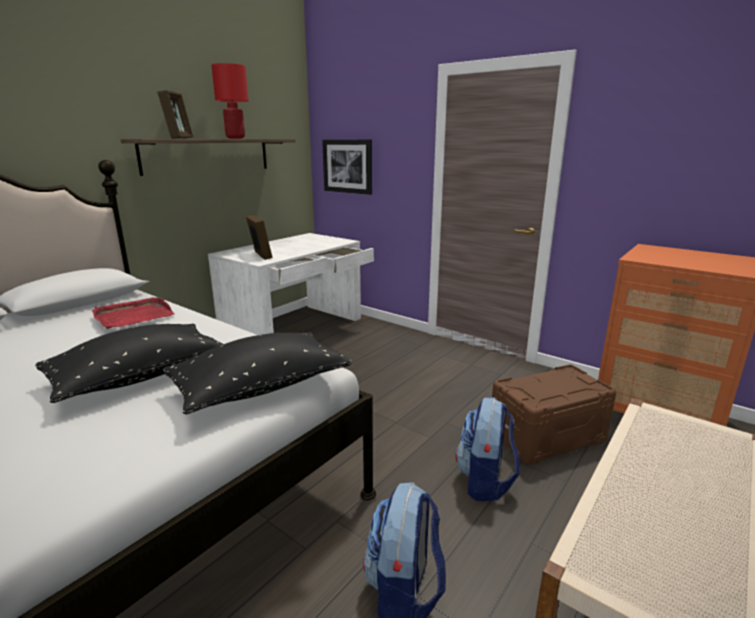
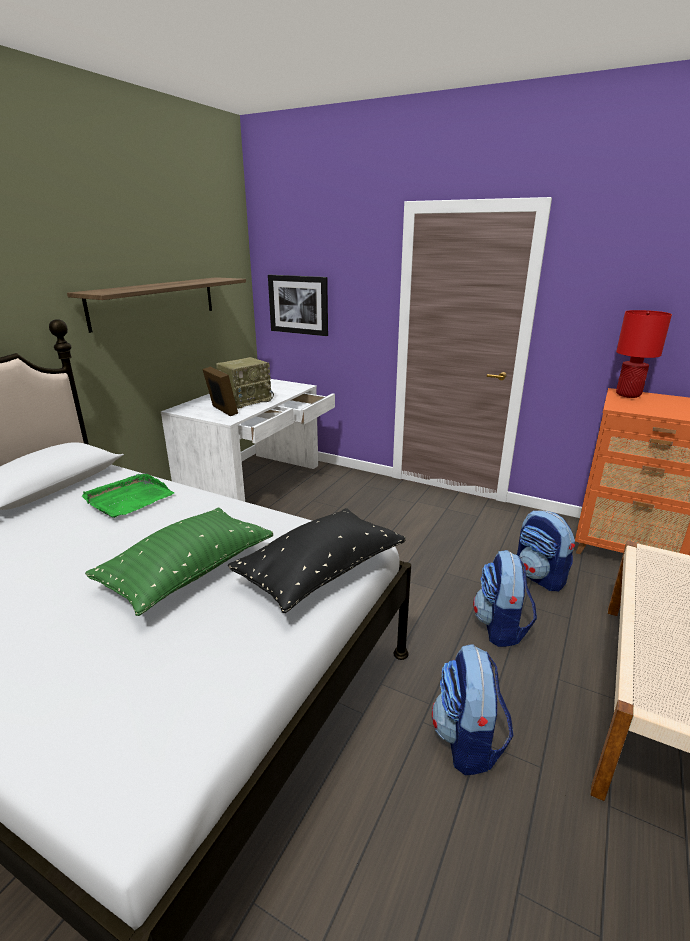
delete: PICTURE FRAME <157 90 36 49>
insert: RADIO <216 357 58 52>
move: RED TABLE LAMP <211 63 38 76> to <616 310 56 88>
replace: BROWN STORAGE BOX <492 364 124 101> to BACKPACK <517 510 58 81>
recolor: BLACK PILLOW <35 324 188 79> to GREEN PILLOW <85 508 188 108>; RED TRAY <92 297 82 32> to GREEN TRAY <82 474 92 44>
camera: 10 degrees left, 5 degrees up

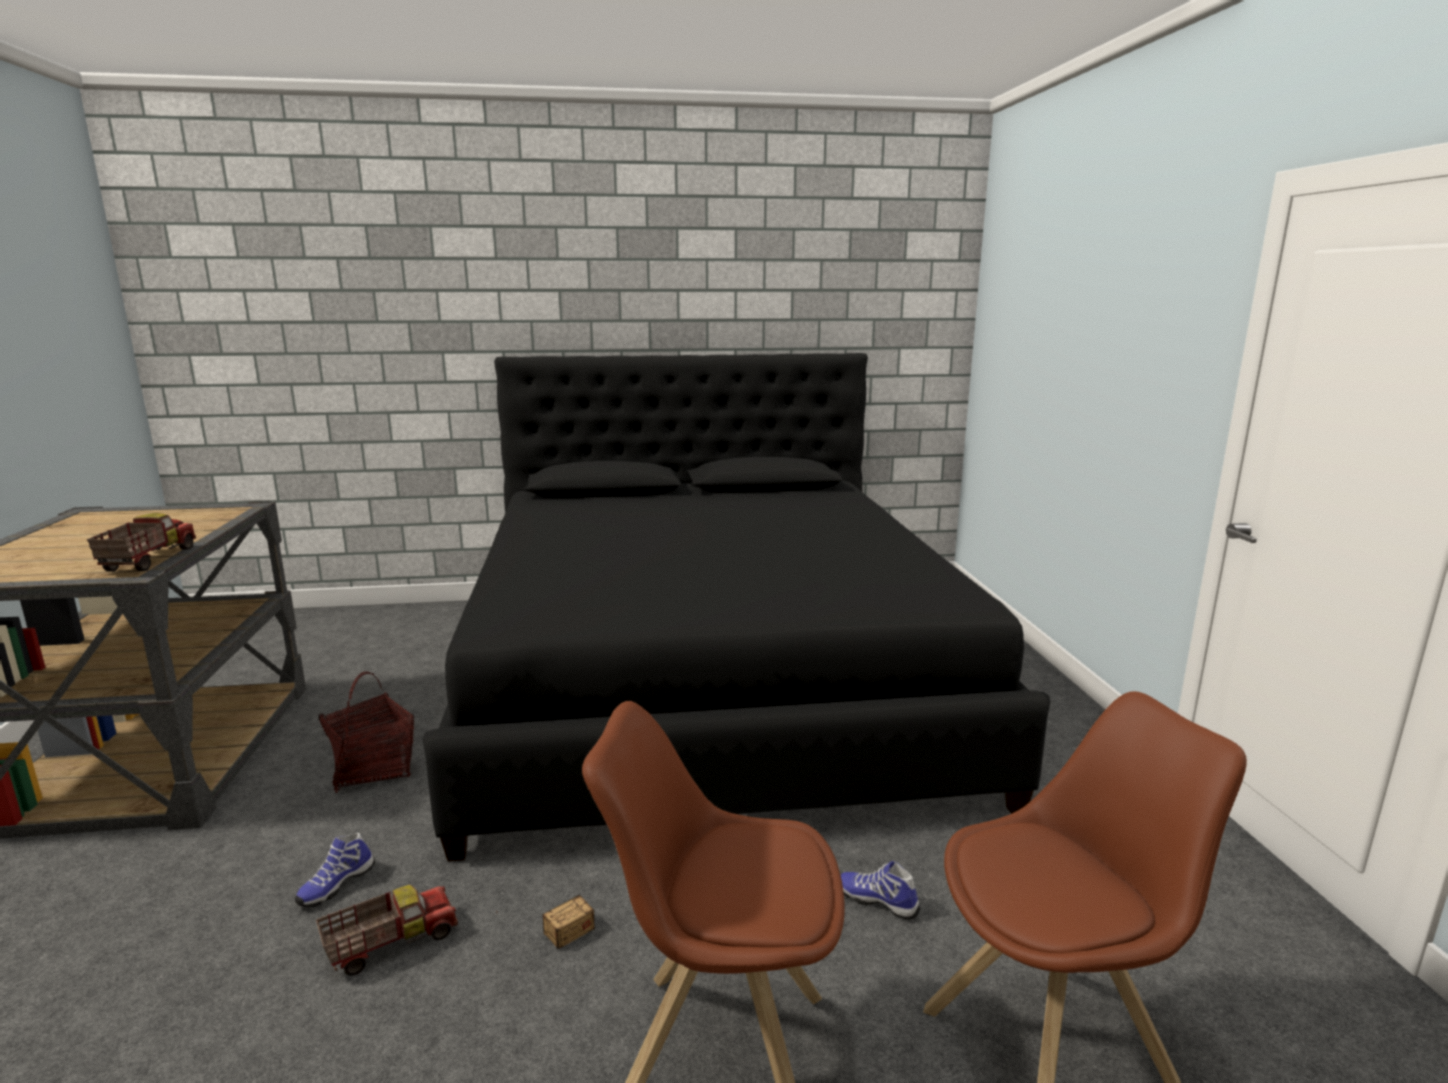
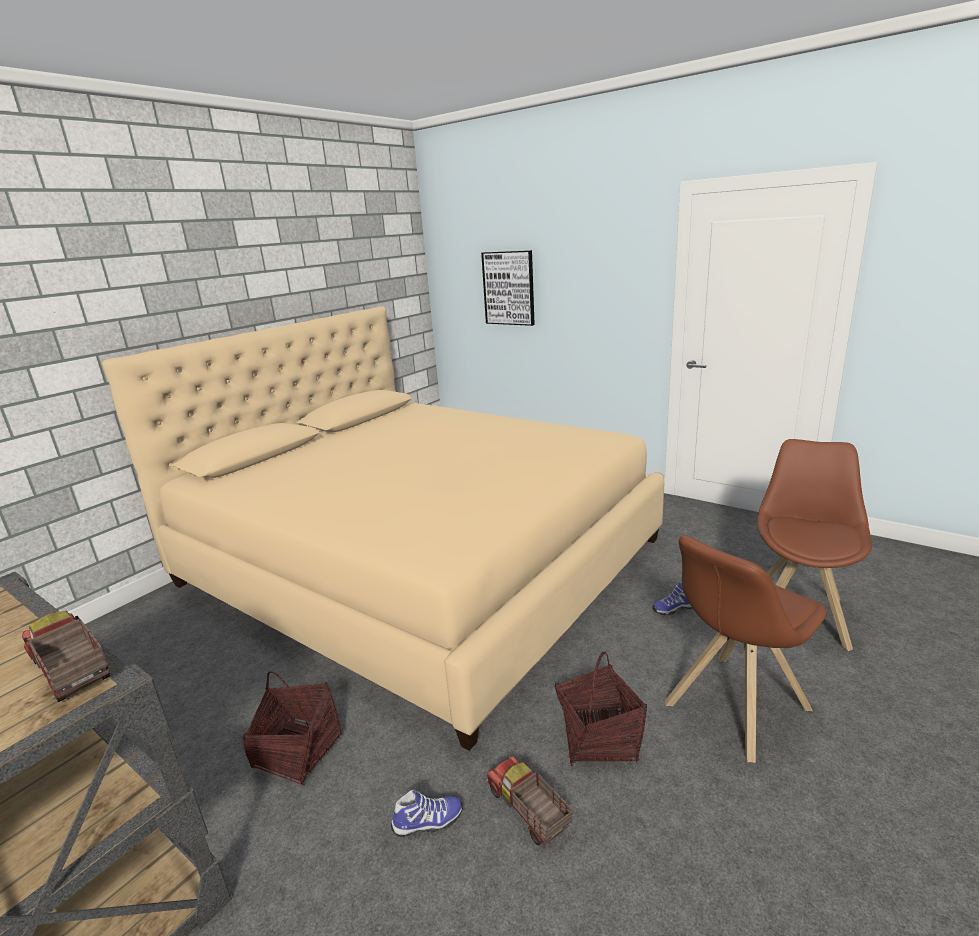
insert: PICTURE <481 250 54 76>
replace: STORAGE BOX <496 895 99 54> to BASKET <555 651 92 115>
recolor: BLACK BED <423 353 627 509> to BEIGE BED <102 306 562 445>
rotate: SHOE <295 833 80 74> = <391 789 72 48> 90 degrees counterclockwise; TOY TRUCK <316 885 142 91> = <487 755 86 90> 45 degrees counterclockwise
camera: 45 degrees left, 5 degrees up

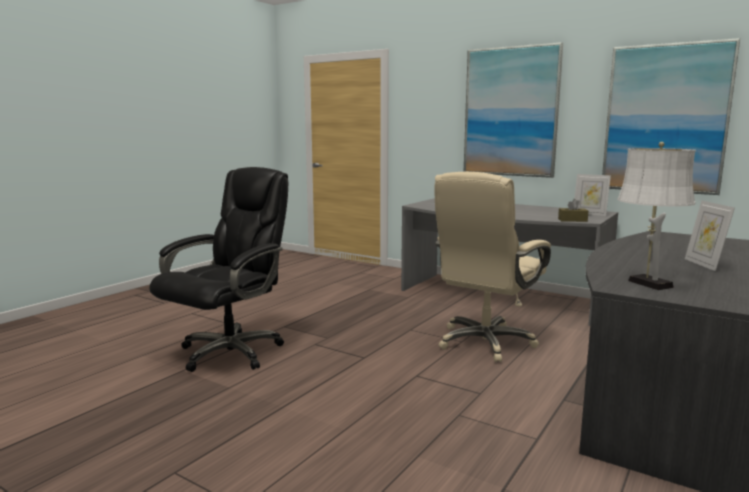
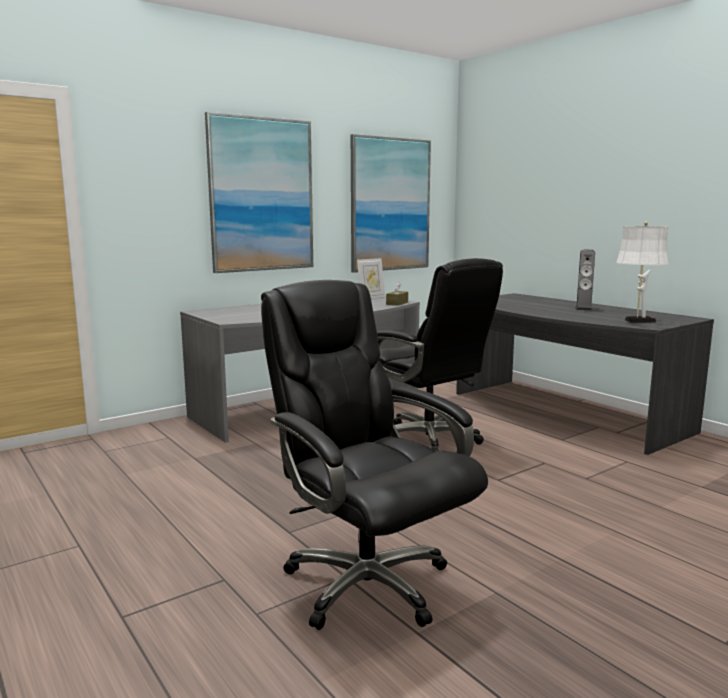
replace: PICTURE FRAME <685 200 50 71> to SPEAKER <575 250 20 61>
recolor: BEIGE OFFICE CHAIR <435 172 116 190> to BLACK OFFICE CHAIR <377 258 126 194>
camera: 70 degrees left, 0 degrees up

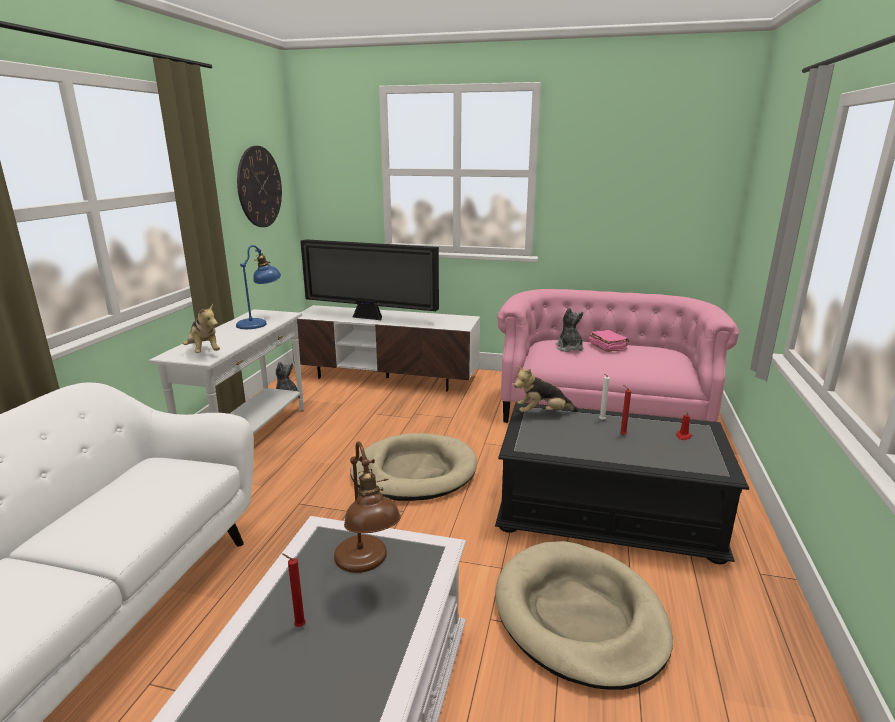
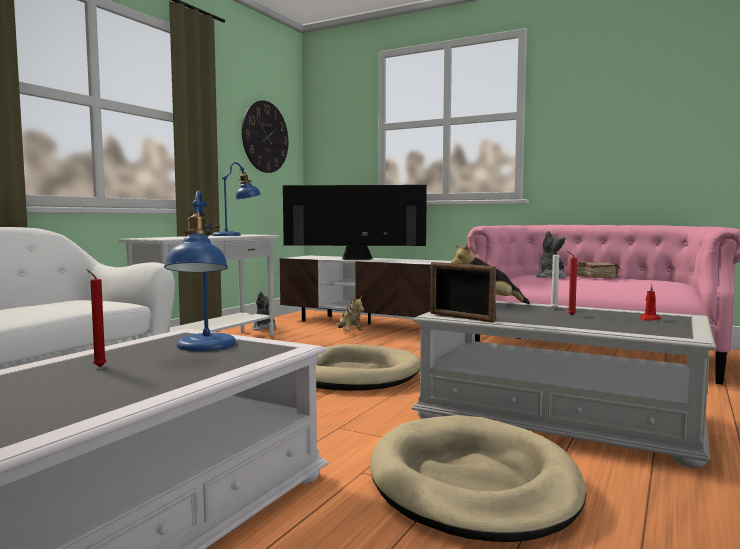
insert: PICTURE FRAME <430 262 66 61>
move: PLUSH TOY <183 304 37 49> to <336 296 28 35>
recolor: BROWN TABLE LAMP <334 441 67 132> to BLUE TABLE LAMP <164 190 72 161>; BLACK COFFEE TABLE <495 402 254 162> to WHITE COFFEE TABLE <411 301 305 167>; PINK BOOK <588 330 41 22> to BROWN BOOK <577 262 43 16>
rotate: TELEVISION <300 239 139 81> = <283 185 144 75> 150 degrees clockwise
camera: 15 degrees right, 15 degrees down

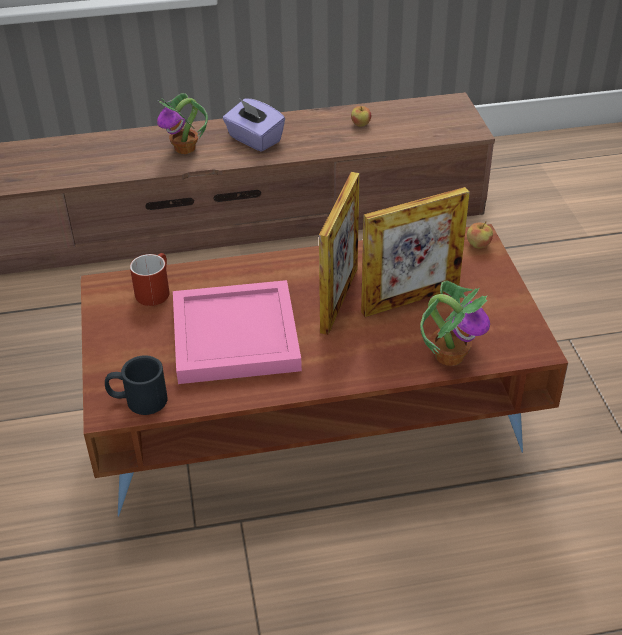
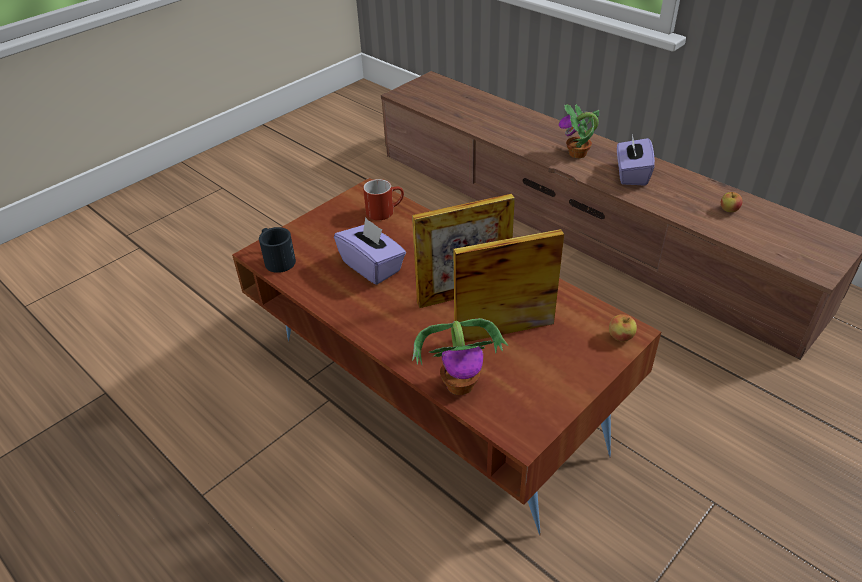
replace: PINK TRAY <173 280 129 104> to PURPLE TISSUE BOX <334 217 72 68>
rotate: PICTURE FRAME <361 187 109 130> = <453 229 111 113> 135 degrees clockwise
camera: 55 degrees right, 0 degrees up

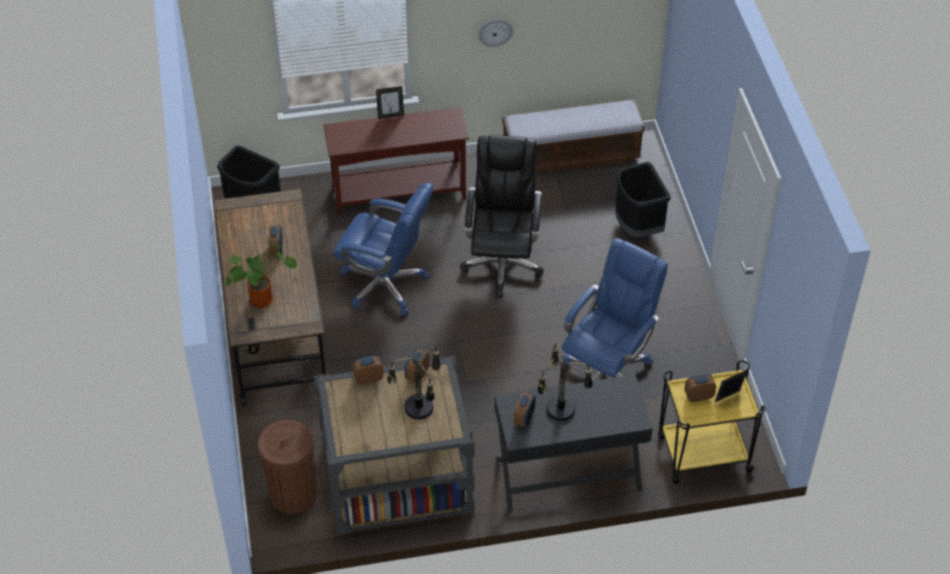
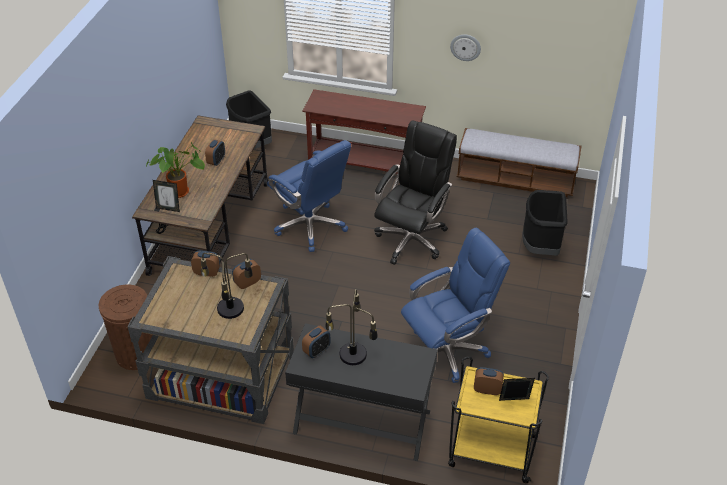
move: PICTURE FRAME <376 86 28 33> to <153 180 27 32>
camera: 25 degrees right, 5 degrees down

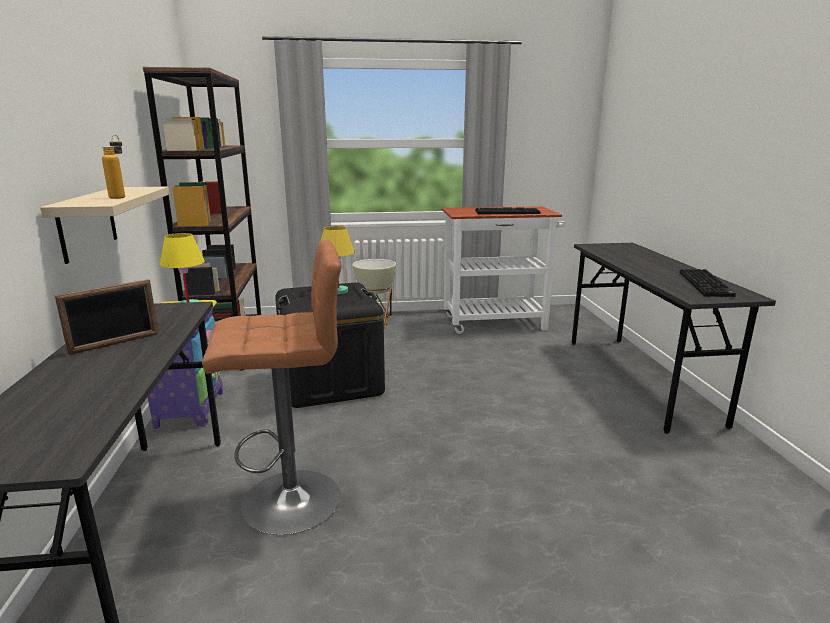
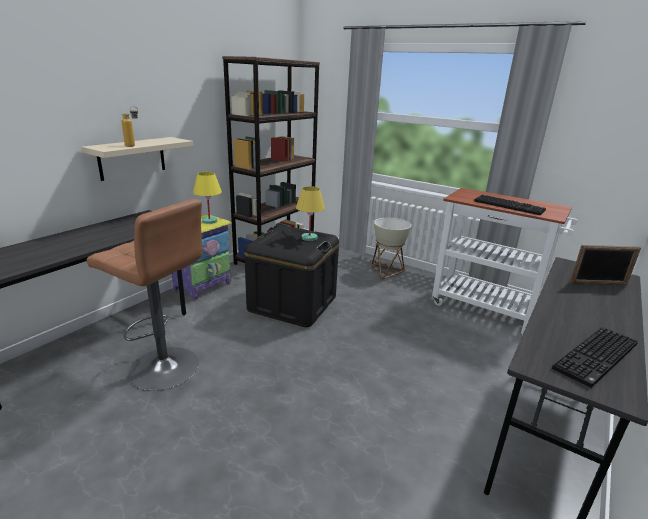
move: PICTURE FRAME <54 279 105 76> to <570 245 71 40>
camera: 40 degrees right, 5 degrees up

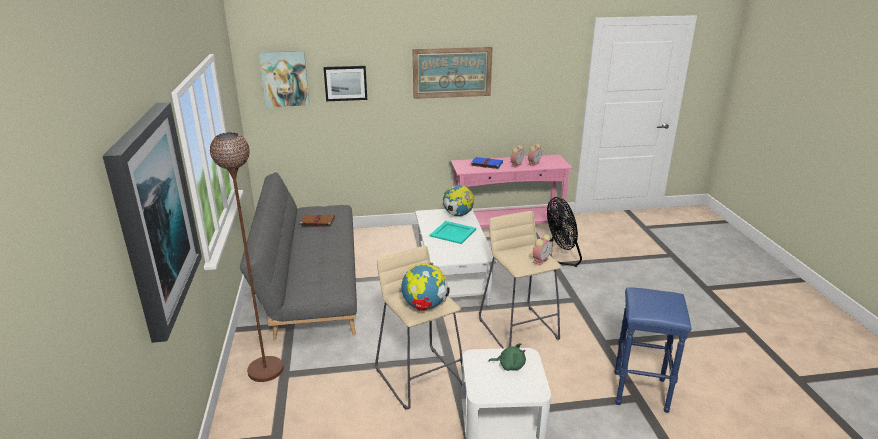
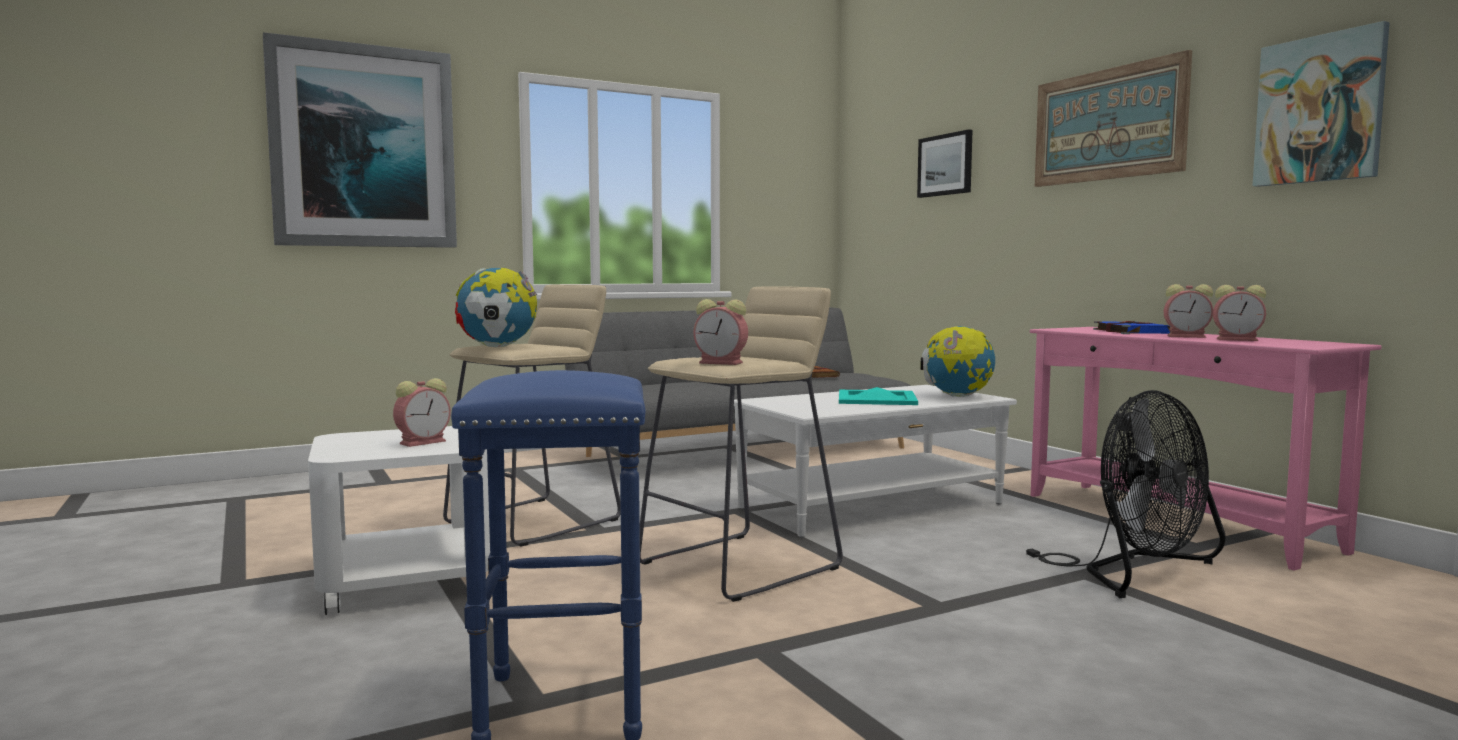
delete: BROWN FLOOR LAMP <210 132 73 250>
move: PICTURE <259 51 51 56> to <1253 21 137 166>
replace: GREEN PLUSH TOY <489 343 37 28> to ALARM CLOCK <393 378 58 69>
camera: 70 degrees right, 20 degrees down

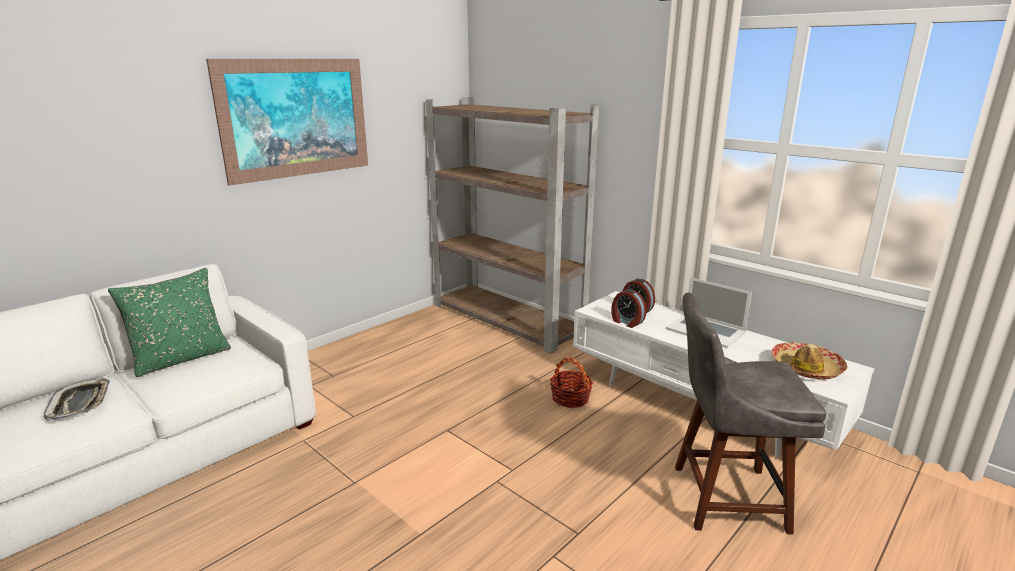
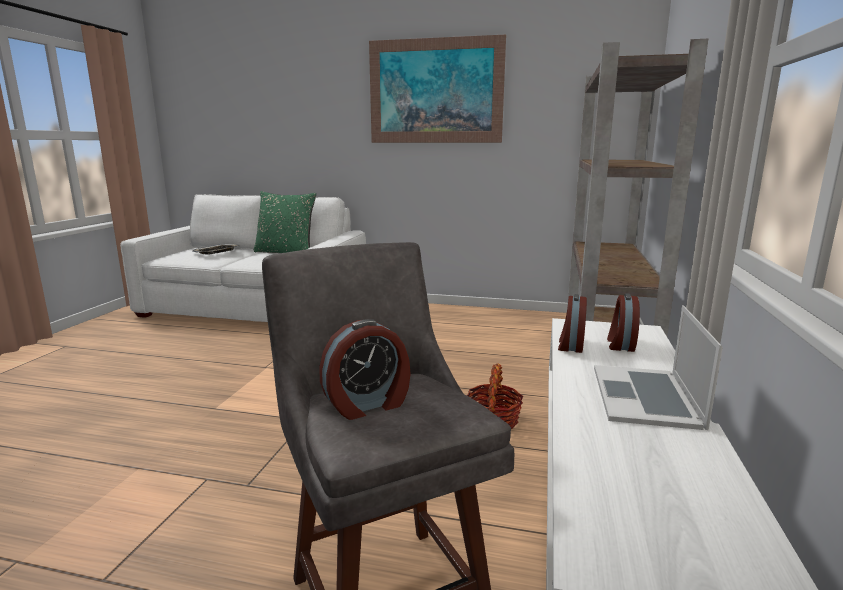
delete: HAT <771 342 76 38>
insert: ALARM CLOCK <319 319 92 101>
camera: 60 degrees right, 5 degrees down

